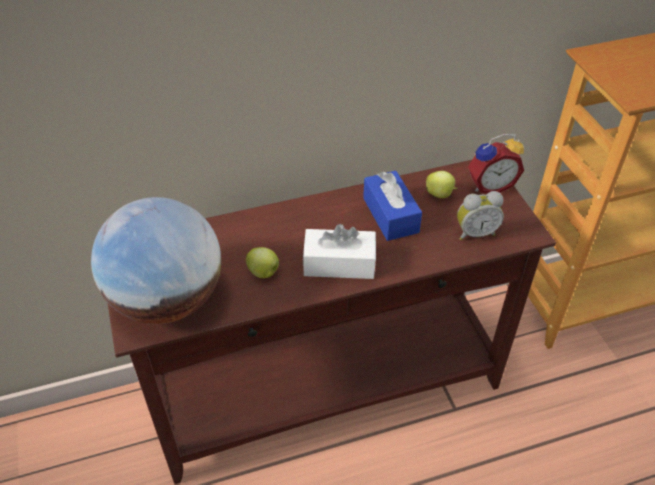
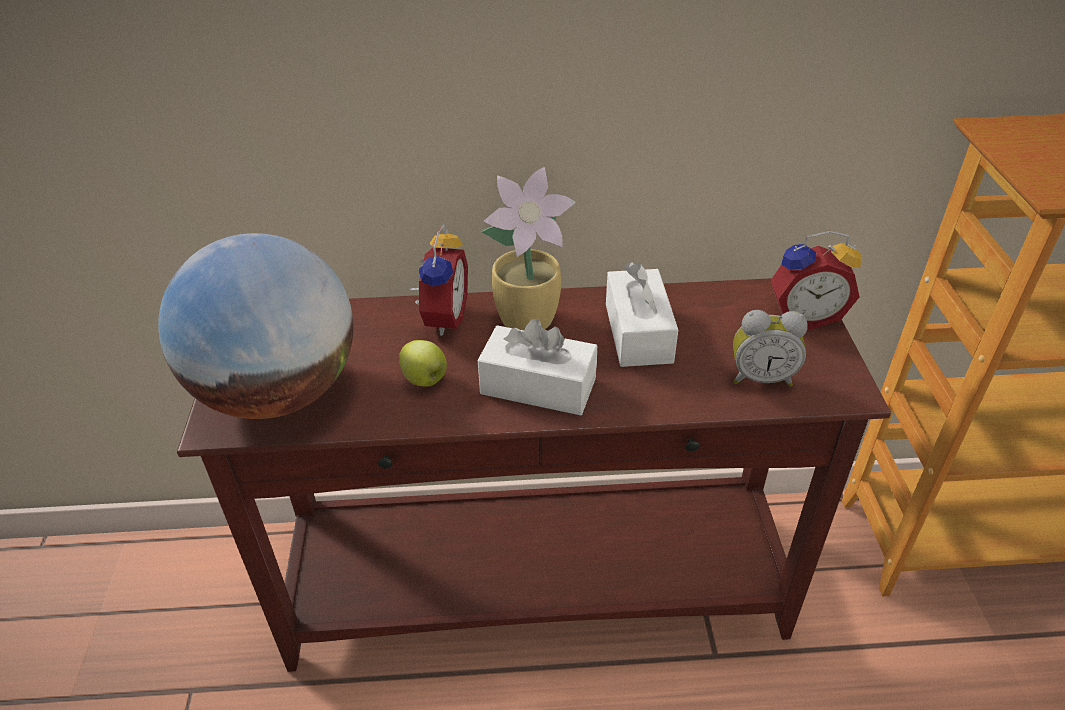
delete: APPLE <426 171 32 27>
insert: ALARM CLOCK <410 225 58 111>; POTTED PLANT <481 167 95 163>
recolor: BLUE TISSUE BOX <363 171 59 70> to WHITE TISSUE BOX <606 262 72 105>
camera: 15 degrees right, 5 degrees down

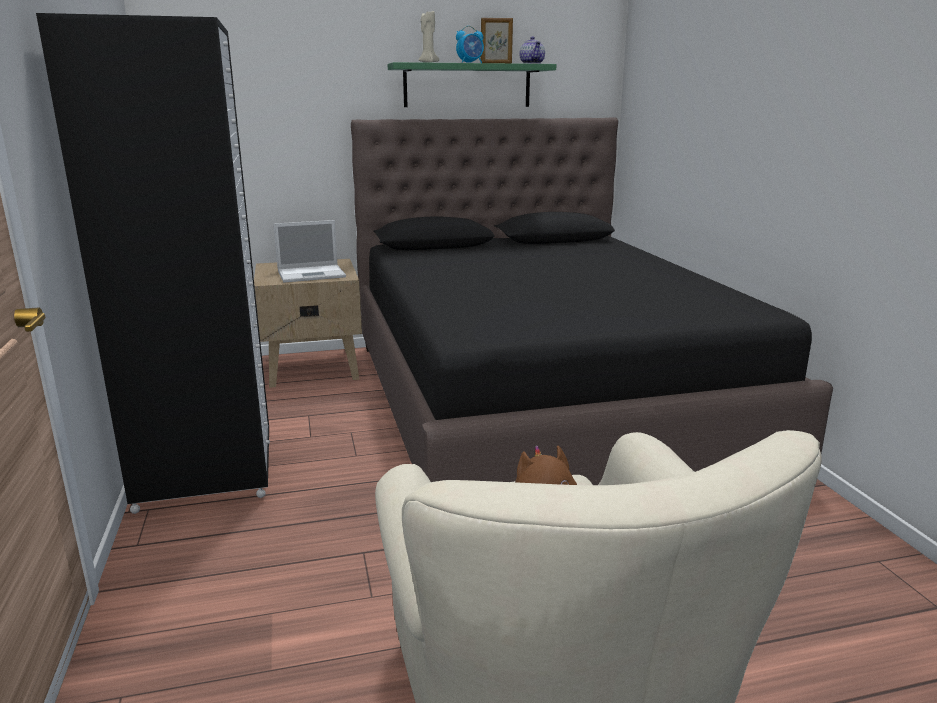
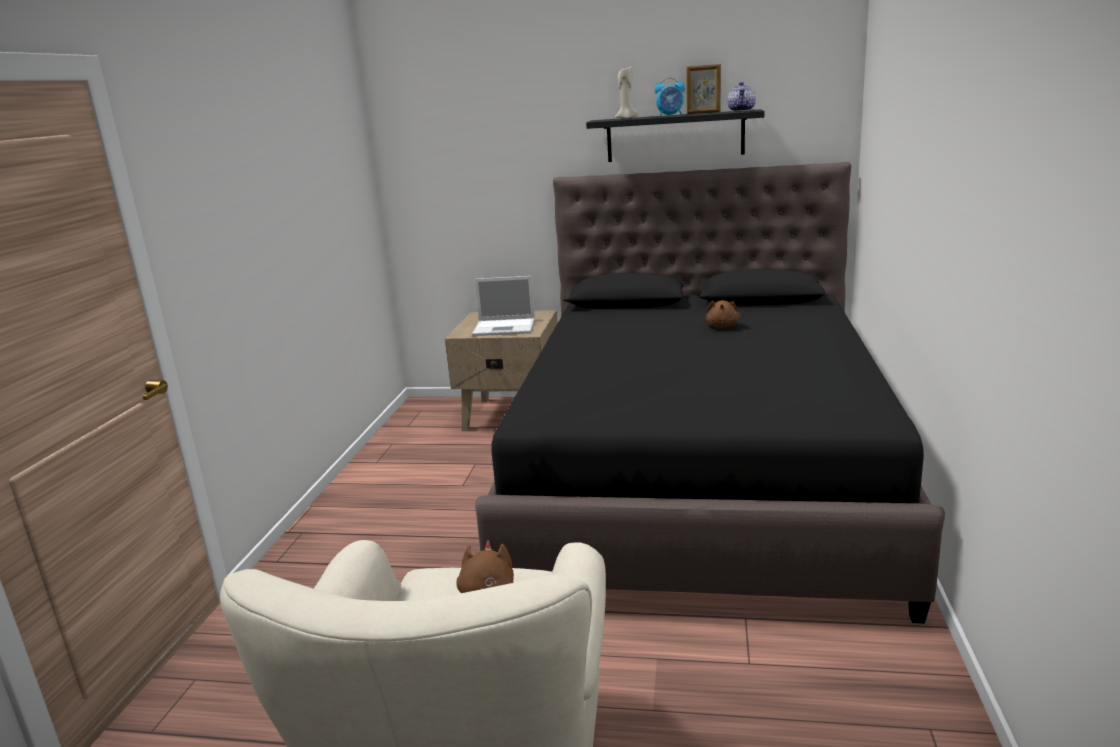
delete: WARDROBE <36 13 234 501>
insert: BROWN PLUSH TOY <706 300 34 28>
recolor: GREEN SHELF <388 62 168 45> to BLACK SHELF <586 109 178 53>
camera: 25 degrees right, 0 degrees up

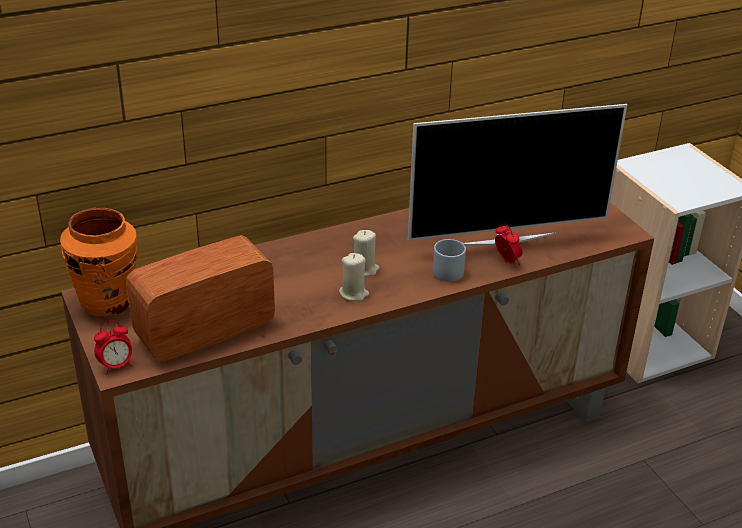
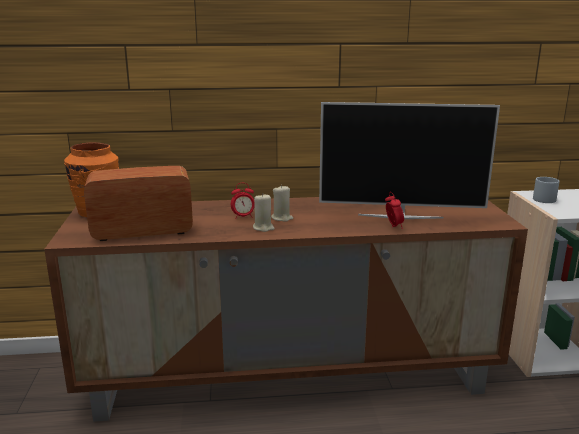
move: ALARM CLOCK <94 321 38 53> to <231 183 24 36>; GREY MUG <433 239 33 43> to <533 177 26 26>
camera: 20 degrees right, 15 degrees down

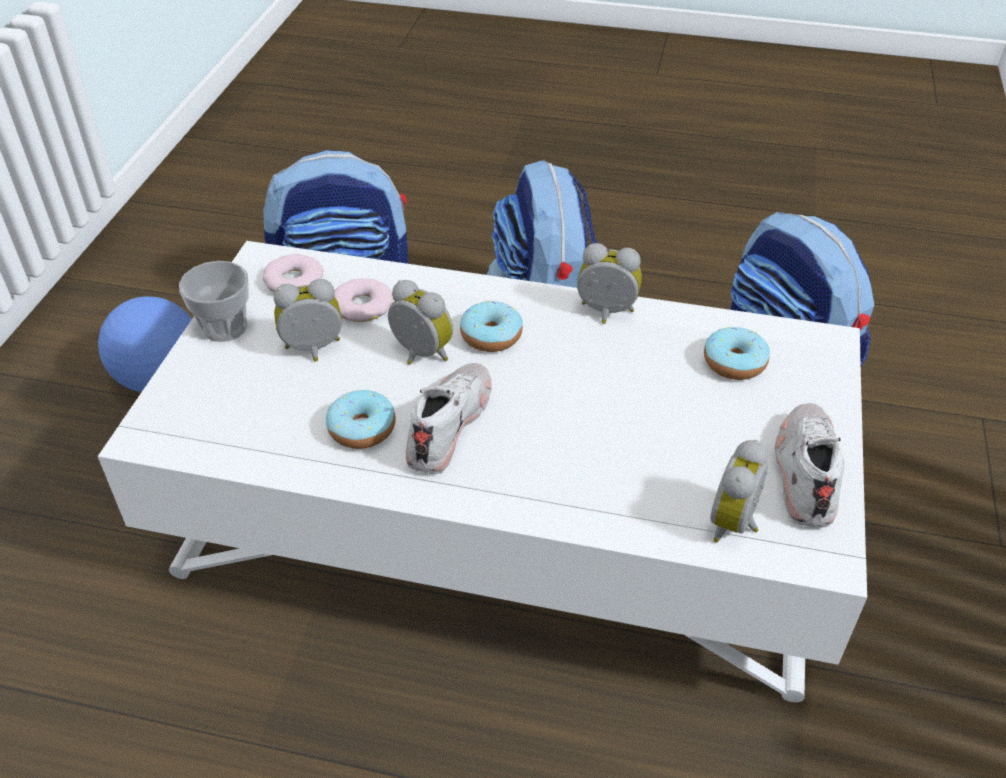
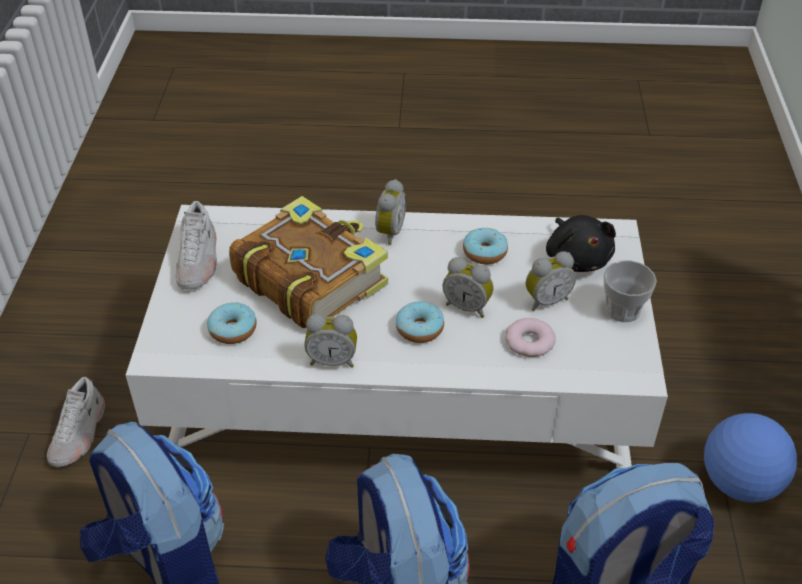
delete: DONUT <263 254 61 38>
insert: BOOK <229 196 159 132>; BLACK PLUSH TOY <546 215 70 57>
move: WHITE SHOE <406 363 86 111> to <47 376 58 91>; ALARM CLOCK <710 440 58 103> to <375 179 32 66>
camera: 170 degrees right, 0 degrees up

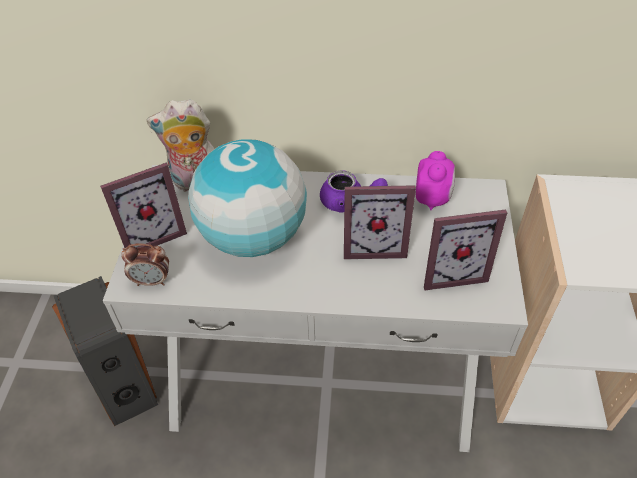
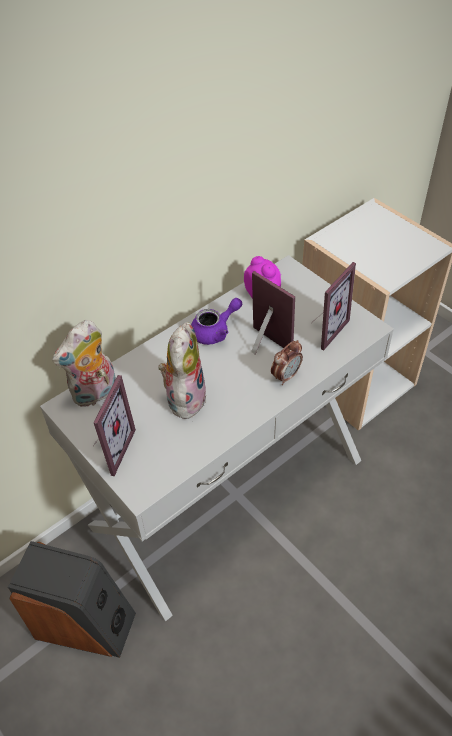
move: ALARM CLOCK <121 243 48 43> to <271 340 32 45>
replace: GLOBE <188 139 119 118> to PLUSH TOY <158 322 48 98>
rotate: PICTURE FRAME <344 185 72 74> = <251 271 44 83> 90 degrees counterclockwise
camera: 45 degrees left, 0 degrees up

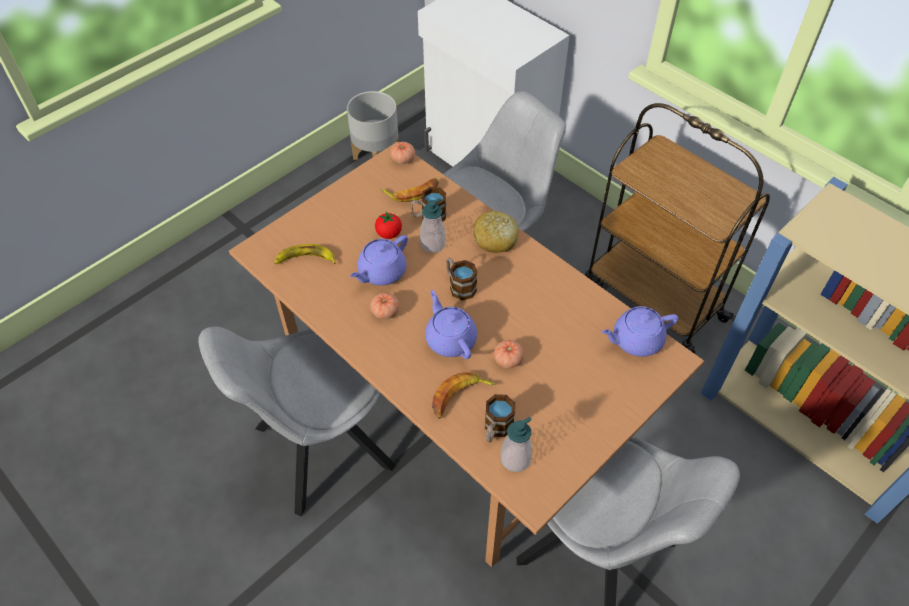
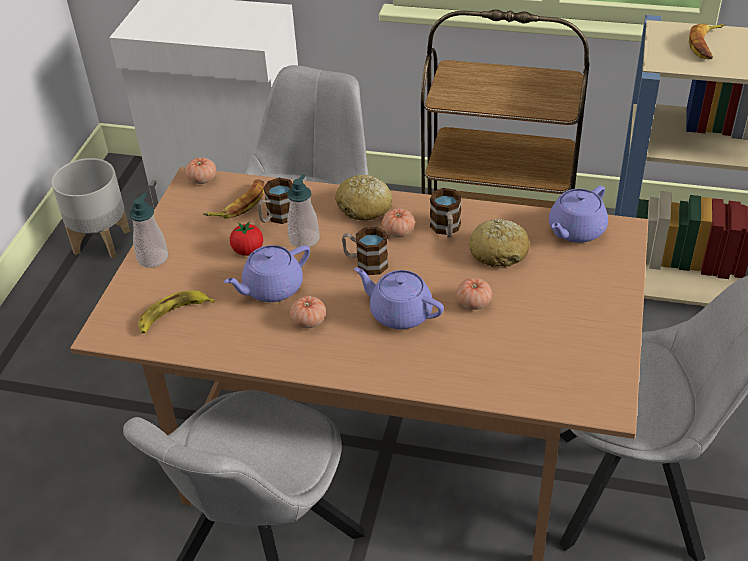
insert: TOMATO <382 208 33 29>; BREAD <469 219 61 48>
move: BANANA <432 372 65 47> to <689 24 36 35>; MUG <485 394 30 48> to <430 188 32 49>; SOAP DISPENSER <501 417 31 55> to <129 193 39 75>
rotate: PURPLE TEAPOT <350 235 58 51> = <224 245 86 57> 45 degrees clockwise
camera: 30 degrees left, 10 degrees down

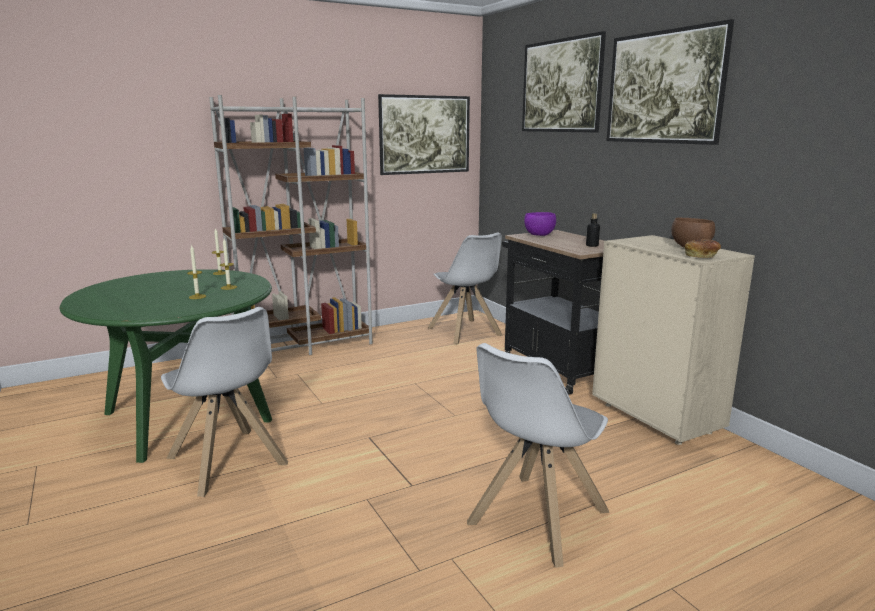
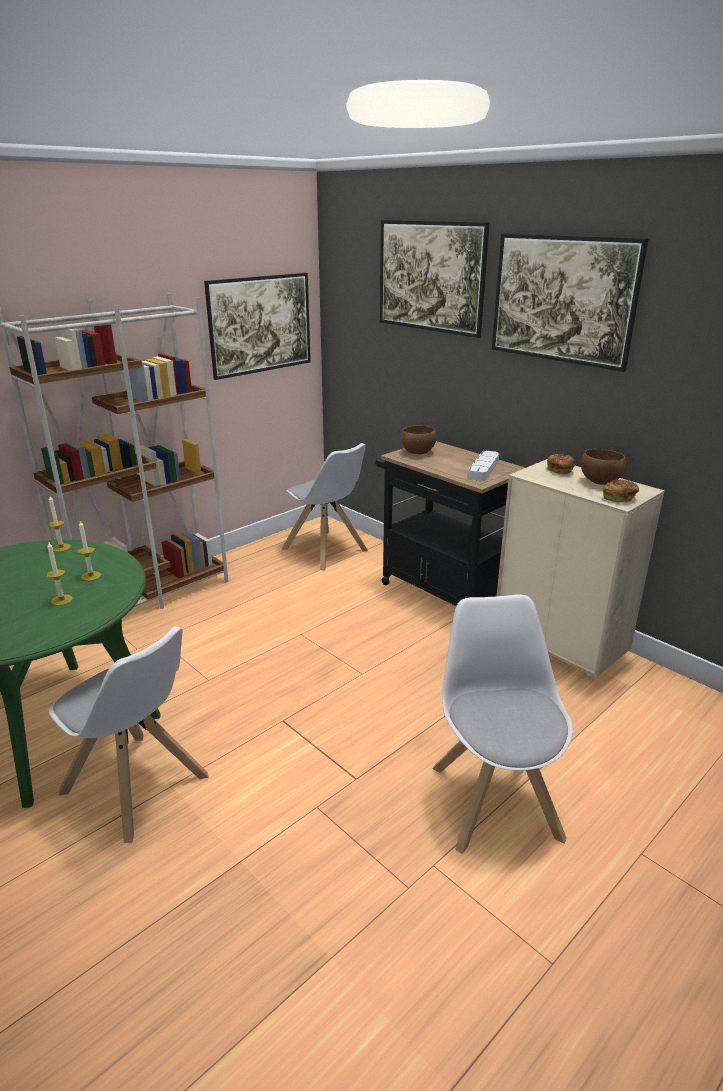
insert: BREAD <547 454 29 20>
replace: BOTTLE <586 213 14 34> to GREY TRAY <468 451 31 30>
recolor: PURPLE BOWL <524 212 32 24> to BROWN BOWL <401 425 36 29>
rotate: CHAIR <467 343 142 225> = <433 594 140 260> 150 degrees clockwise
camera: 15 degrees left, 10 degrees up

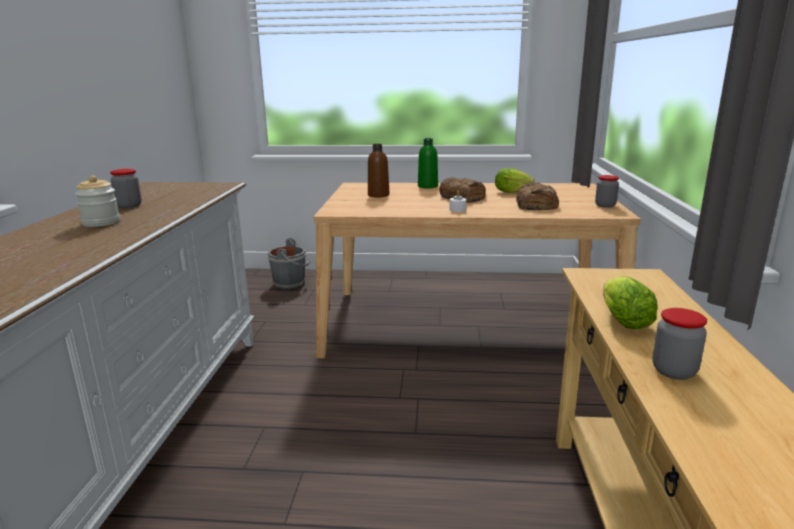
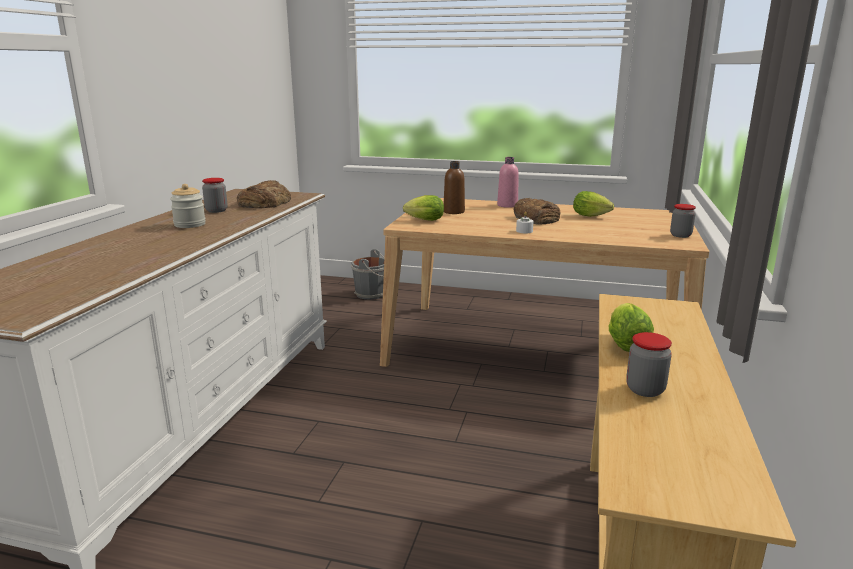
insert: LETTUCE <403 195 41 26>
move: BREAD <516 183 43 27> to <237 180 54 28>
recolor: GREEN BOTTLE <418 138 20 50> to PINK BOTTLE <497 157 22 51>
camera: 10 degrees right, 0 degrees up

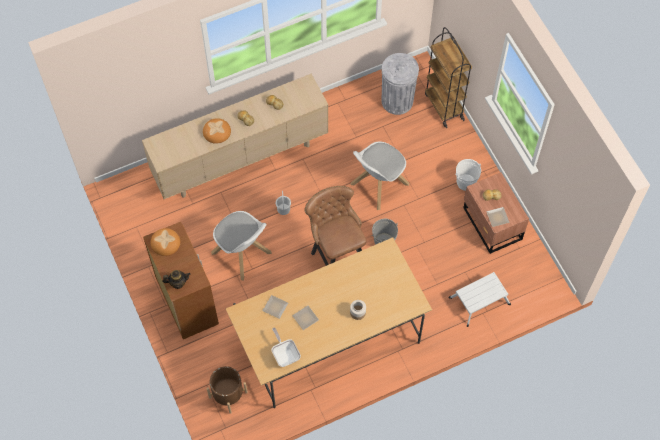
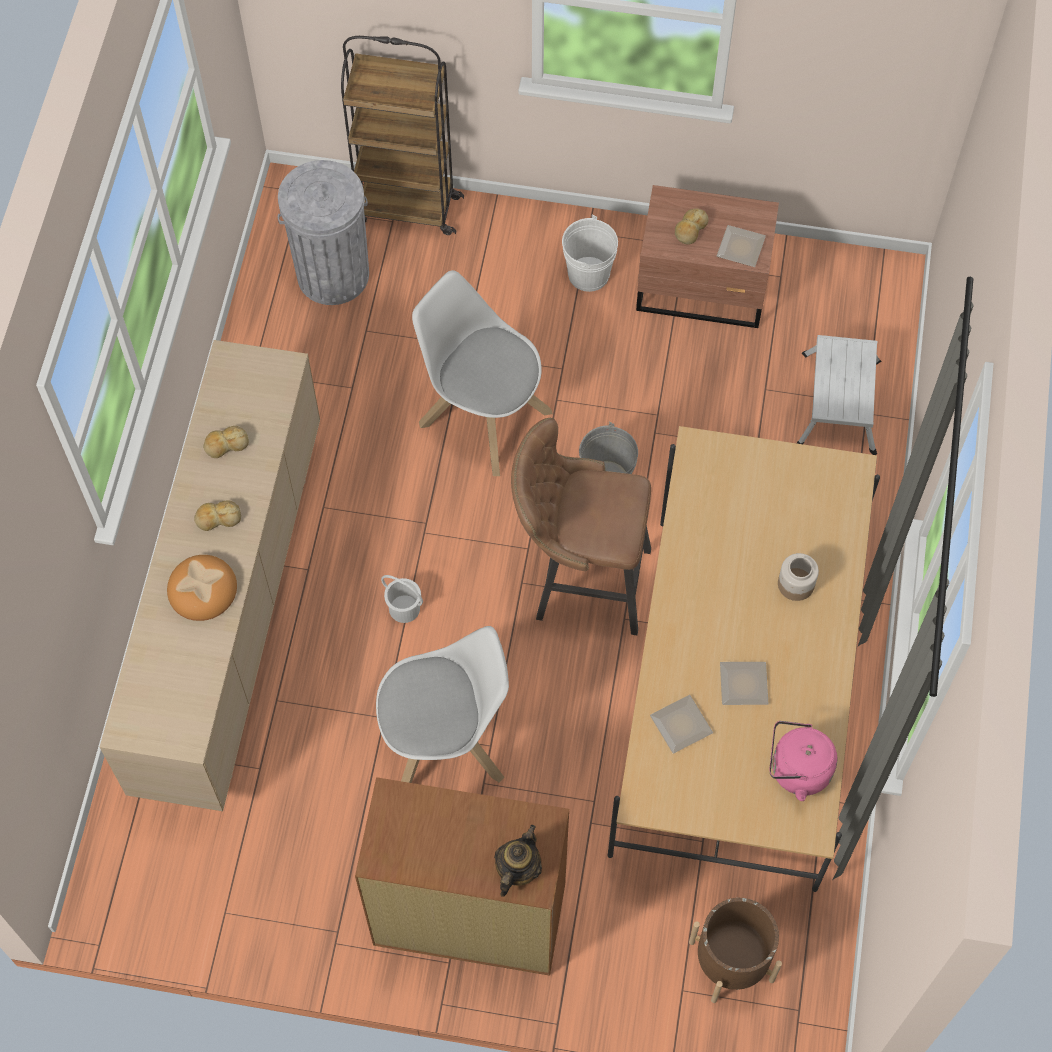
delete: BREAD <151 228 29 28>
replace: FRYING PAN <271 327 30 40> to PINK KETTLE <770 721 67 80>
rotate: CHAIR <351 141 58 69> = <412 270 141 206> 135 degrees clockwise
camera: 55 degrees left, 0 degrees up

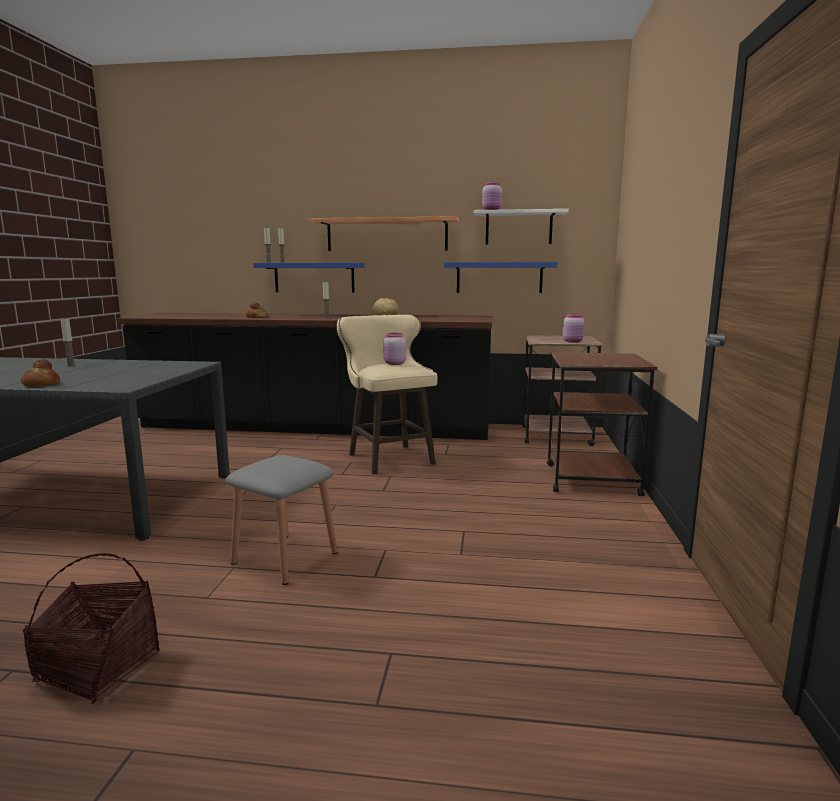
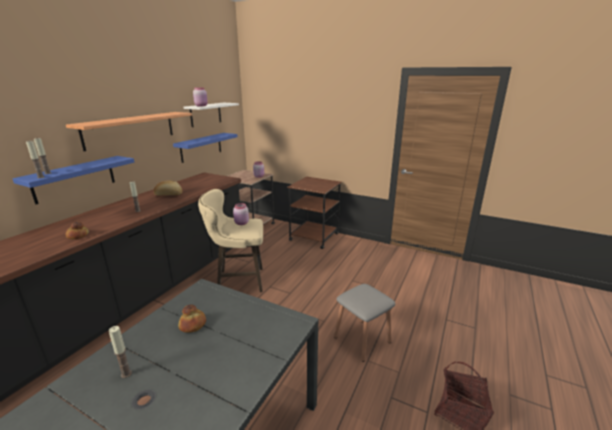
move: BREAD <21 359 39 27> to <178 304 28 29>
camera: 70 degrees left, 10 degrees up

